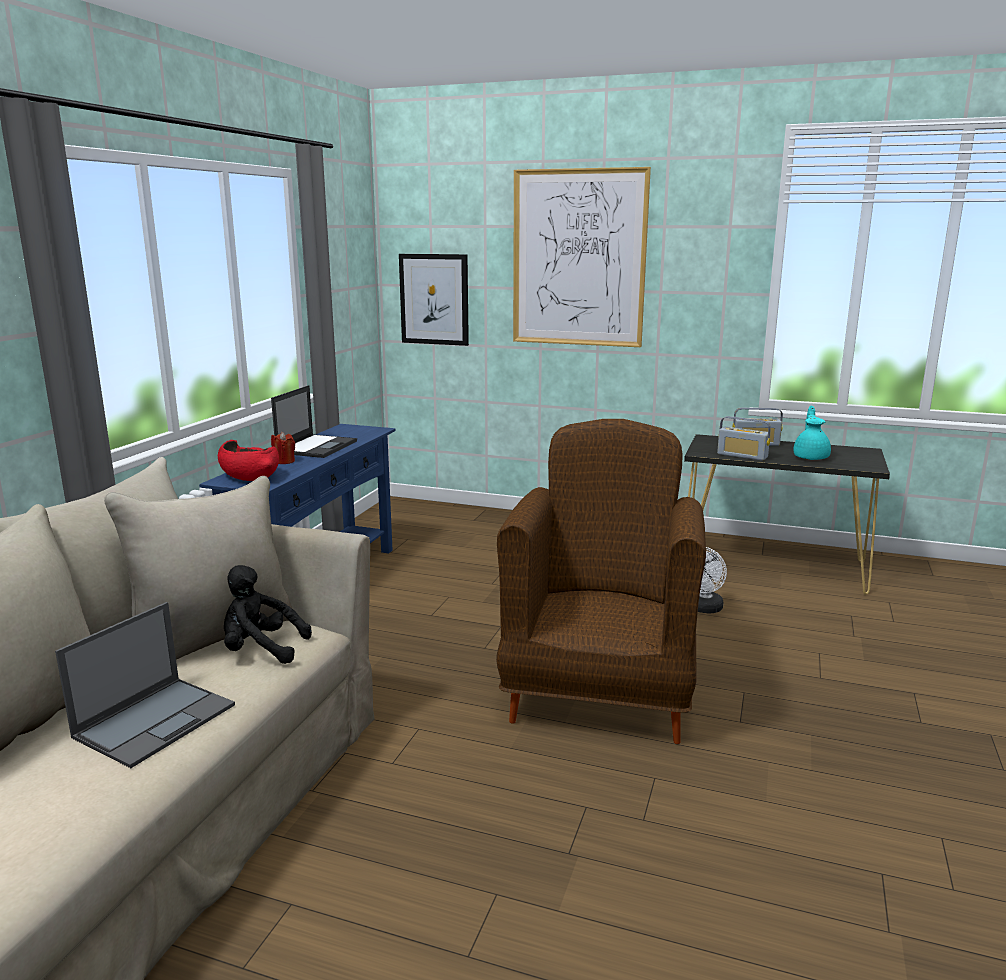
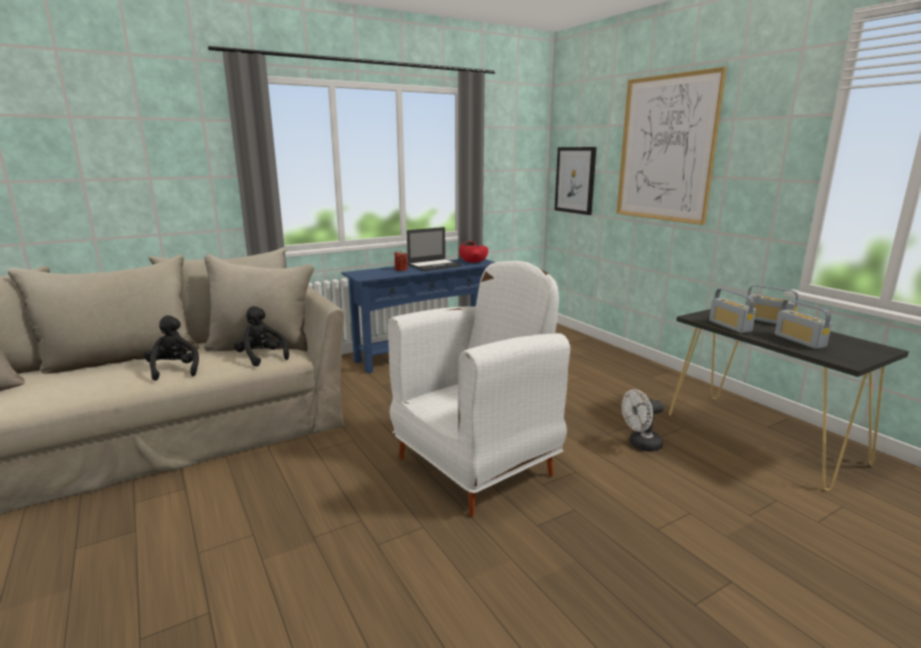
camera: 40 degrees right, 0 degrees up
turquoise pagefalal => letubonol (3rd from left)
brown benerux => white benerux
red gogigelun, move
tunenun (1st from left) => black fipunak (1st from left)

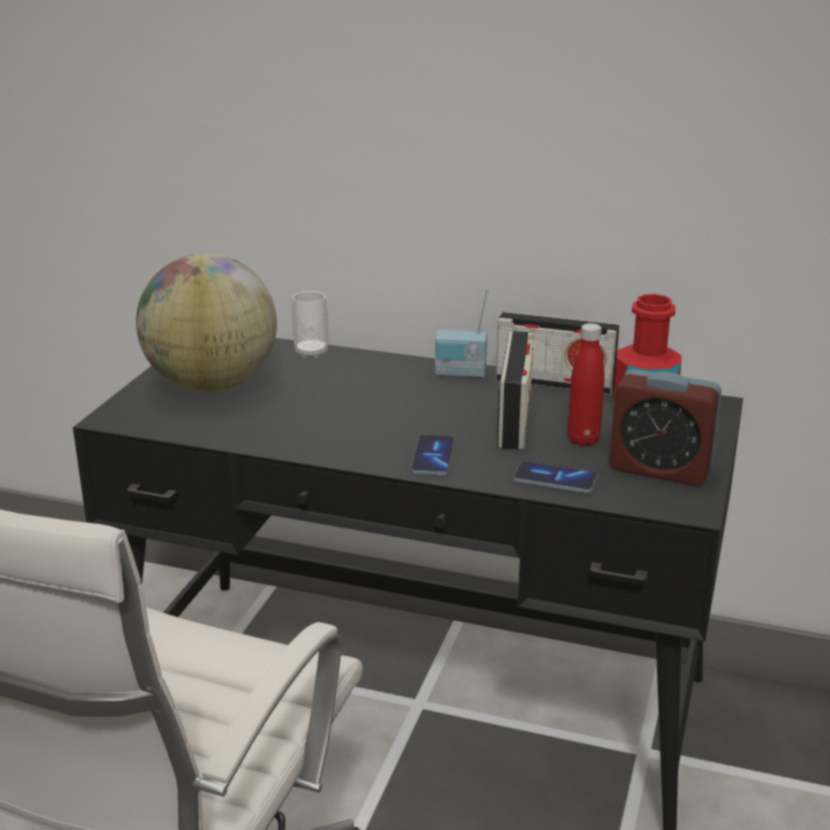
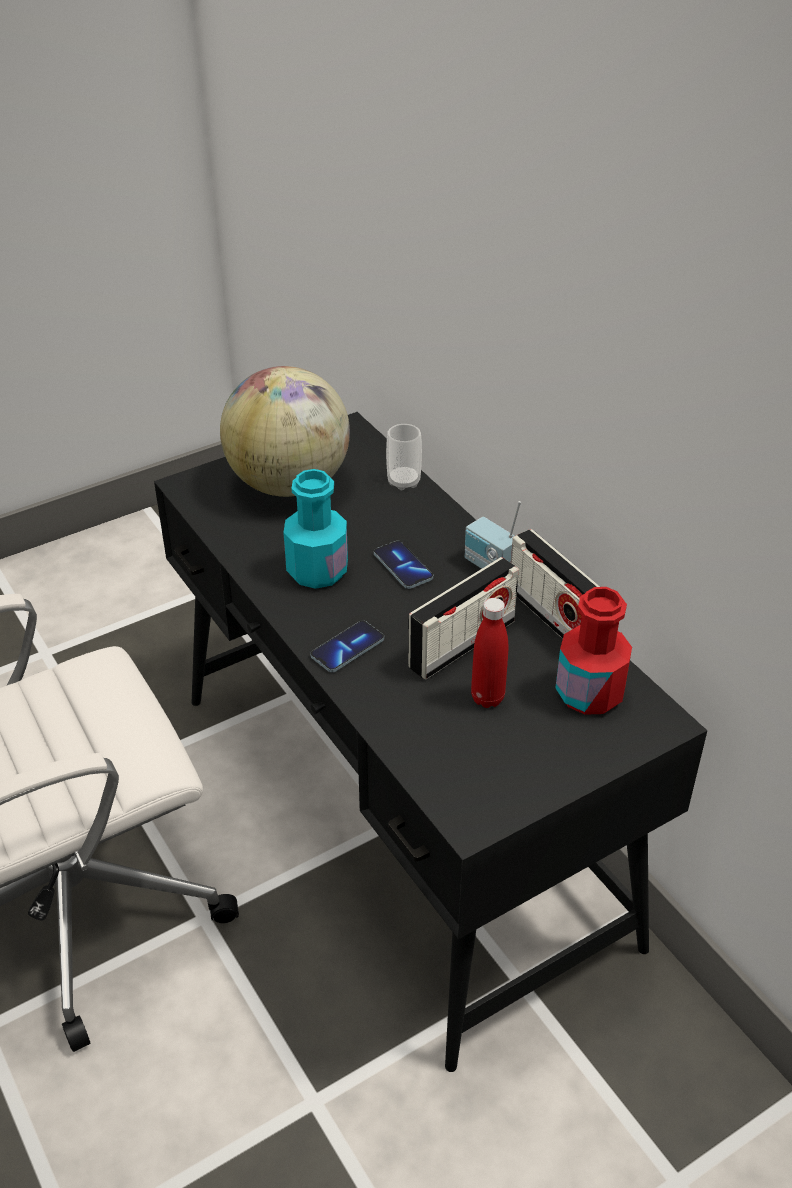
camera: 40 degrees right, 15 degrees up
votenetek => nothing
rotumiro (2nd from left), move
nothing => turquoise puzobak

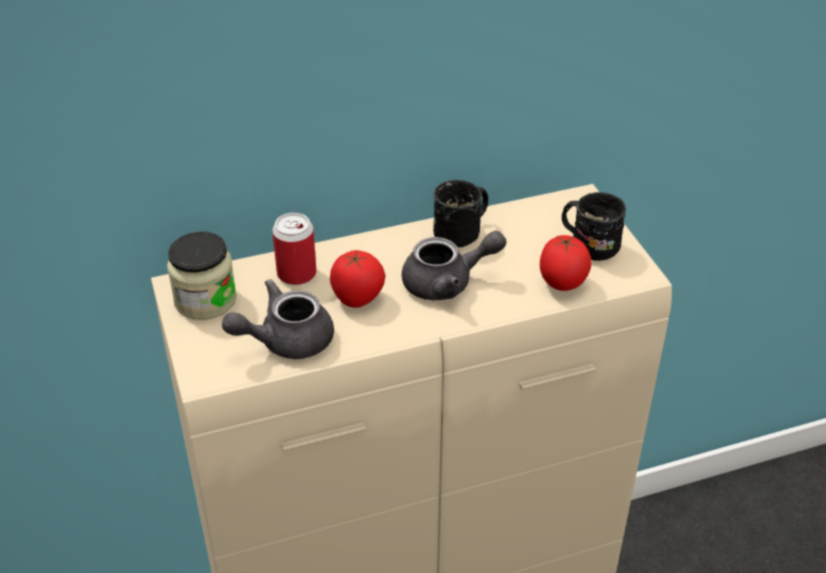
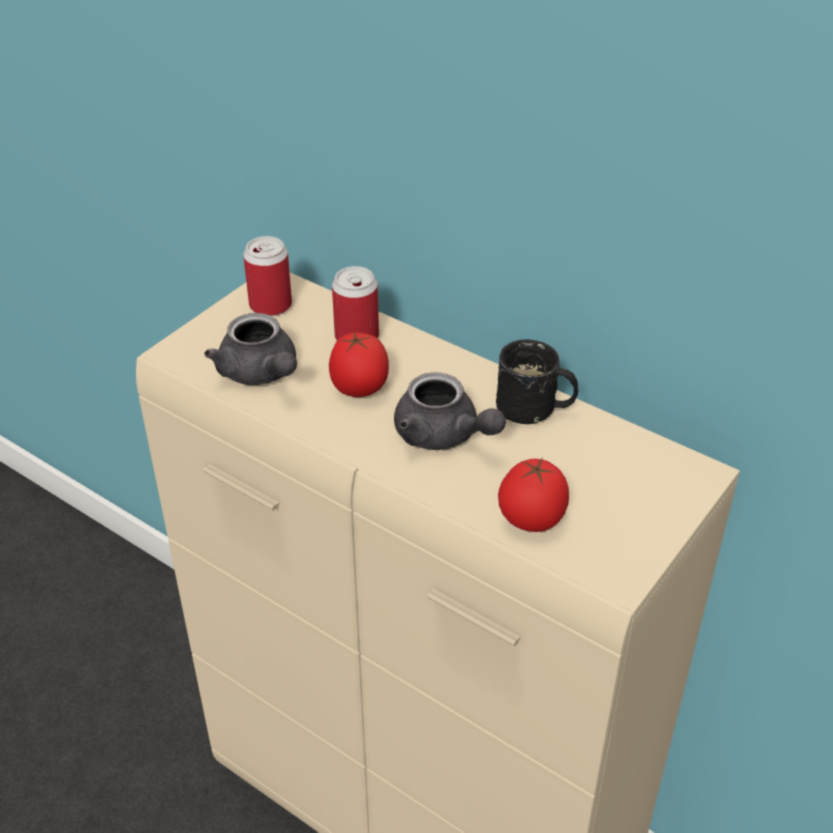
camera: 55 degrees right, 0 degrees up
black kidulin (2nd from left) => nothing
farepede => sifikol (1st from left)
grey pagefalal (1st from left), 150 degrees counterclockwise

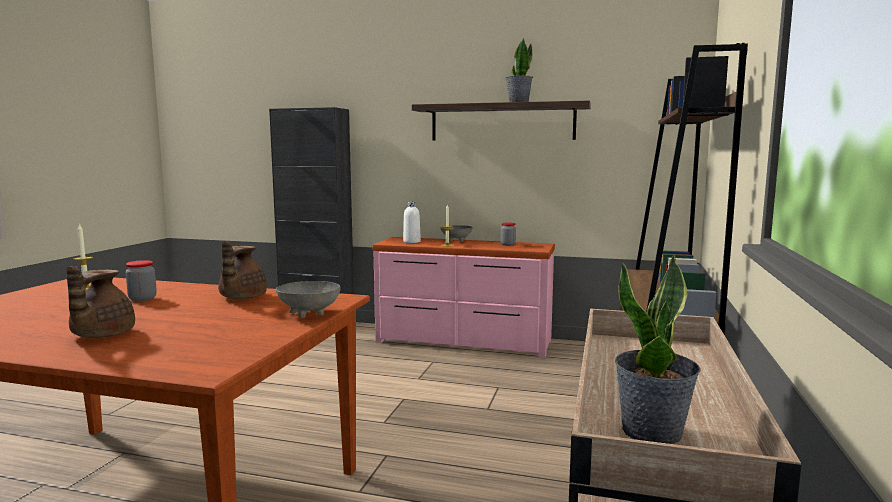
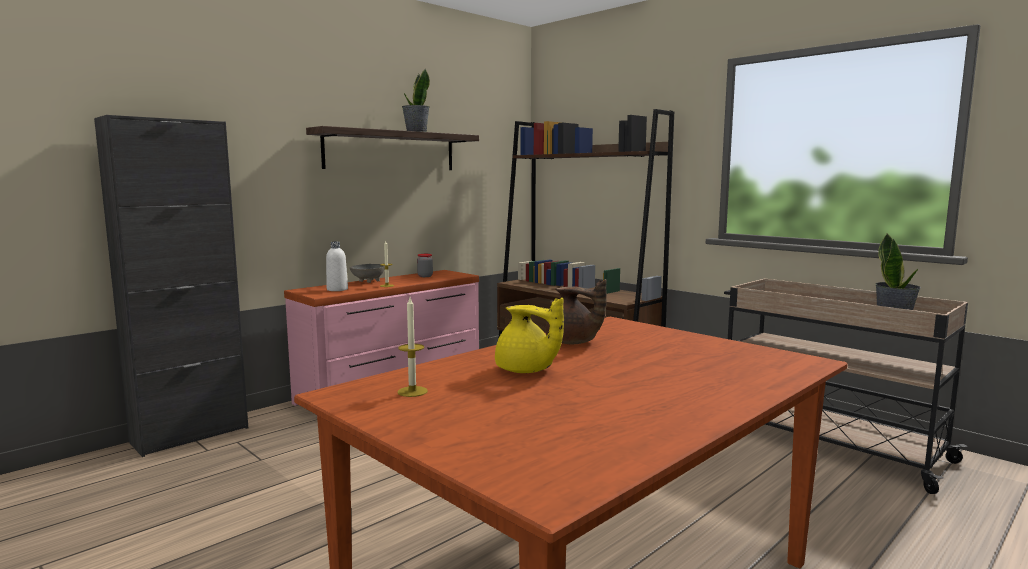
camera: 60 degrees left, 0 degrees up
farepede (1st from left) => yellow pagefalal
brown pagefalal (1st from left) => nothing
grey gogigelun (1st from left) => nothing

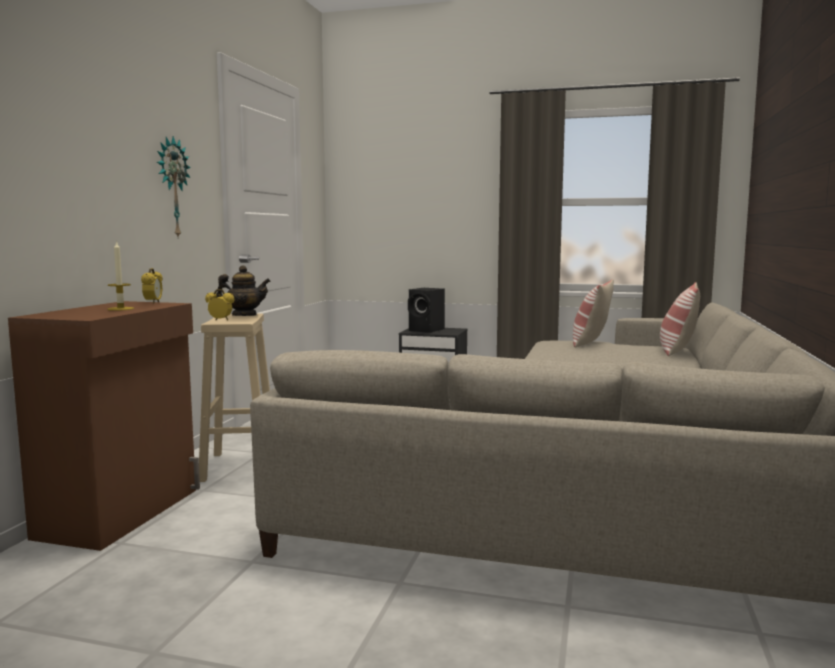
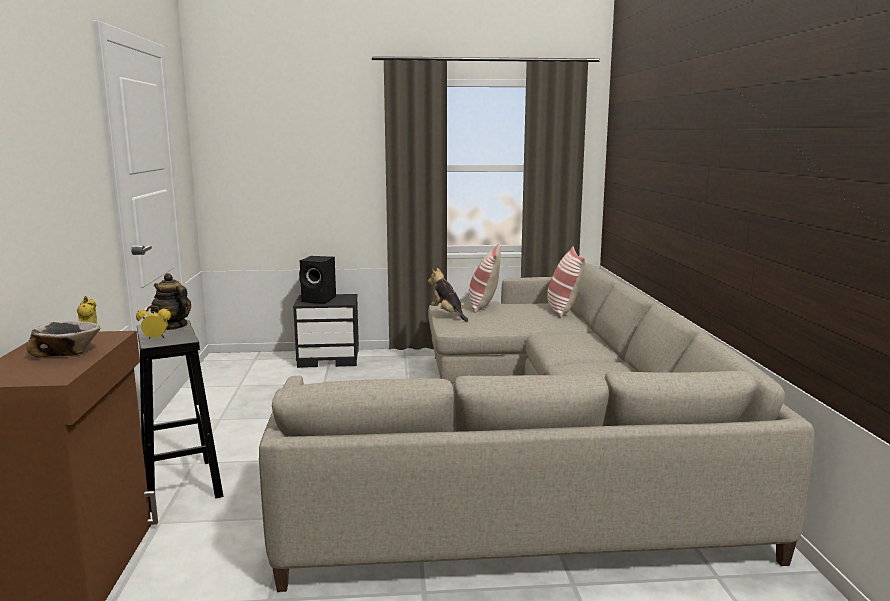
camera: 20 degrees left, 5 degrees up
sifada => nothing
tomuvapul => gogigelun
pagefalal, 120 degrees counterclockwise
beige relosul => black relosul
nothing => fipunak

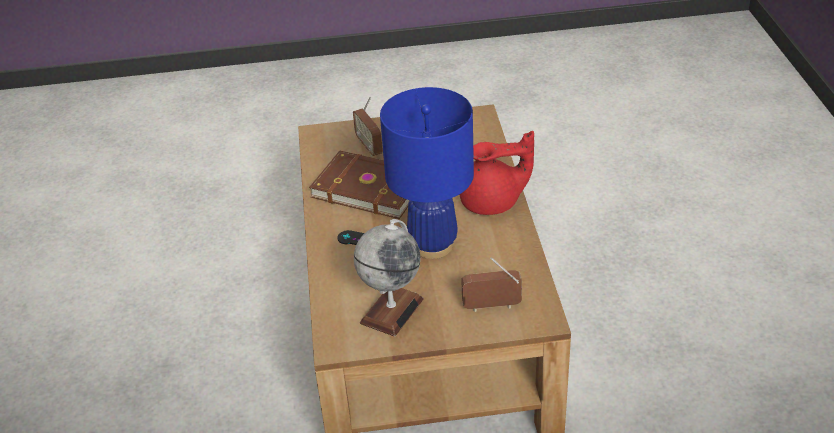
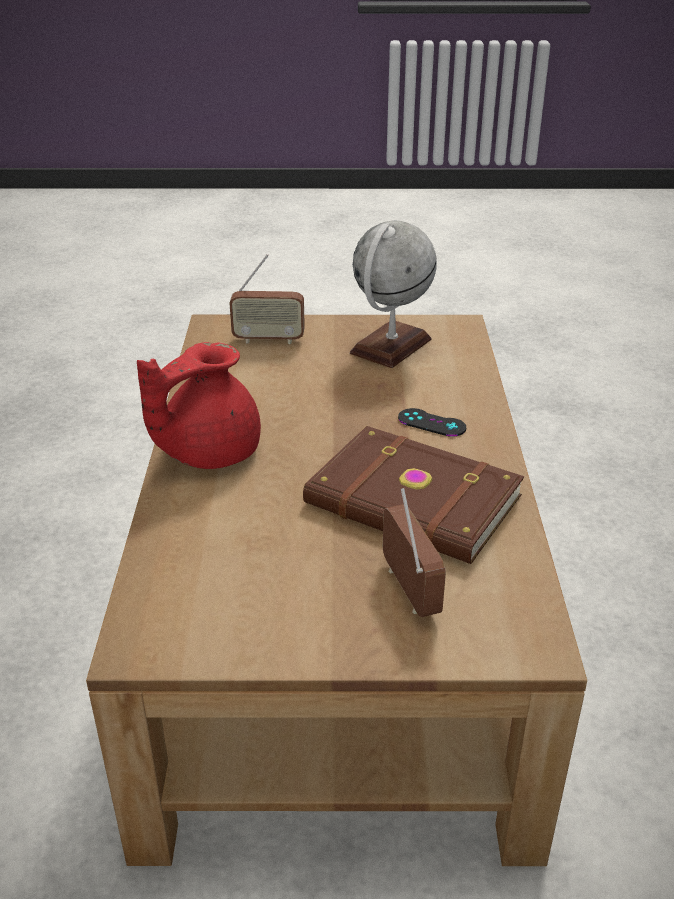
camera: 175 degrees left, 5 degrees down
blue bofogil => nothing
red pagefalal, 45 degrees counterclockwise

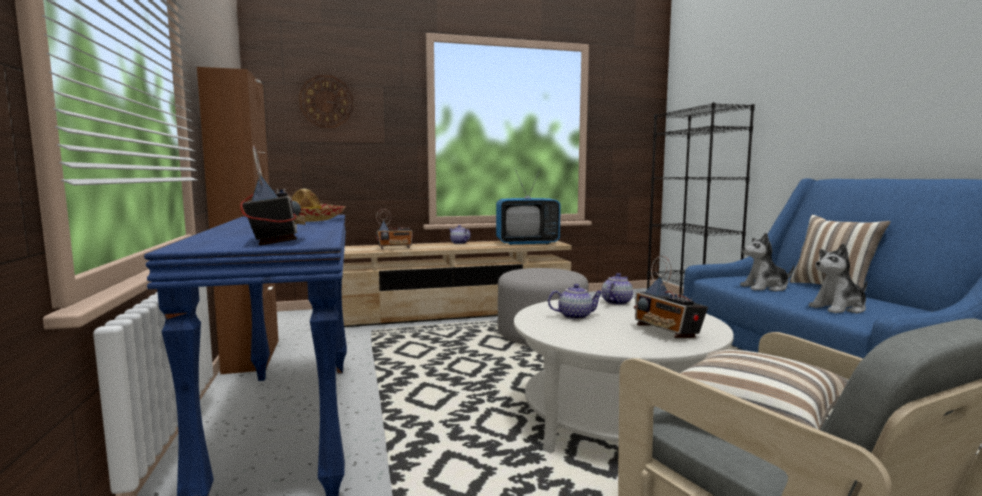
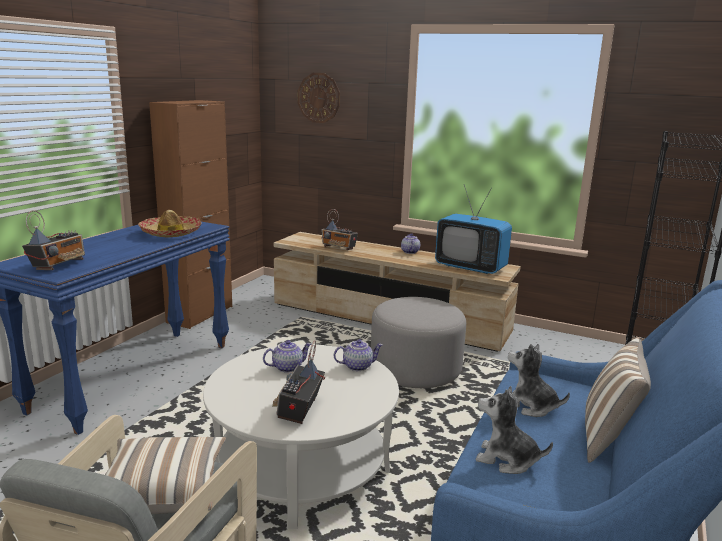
camera: 40 degrees right, 10 degrees up
pagefalal (2nd from left in the first image) => pagefalal (1st from left), 60 degrees counterclockwise

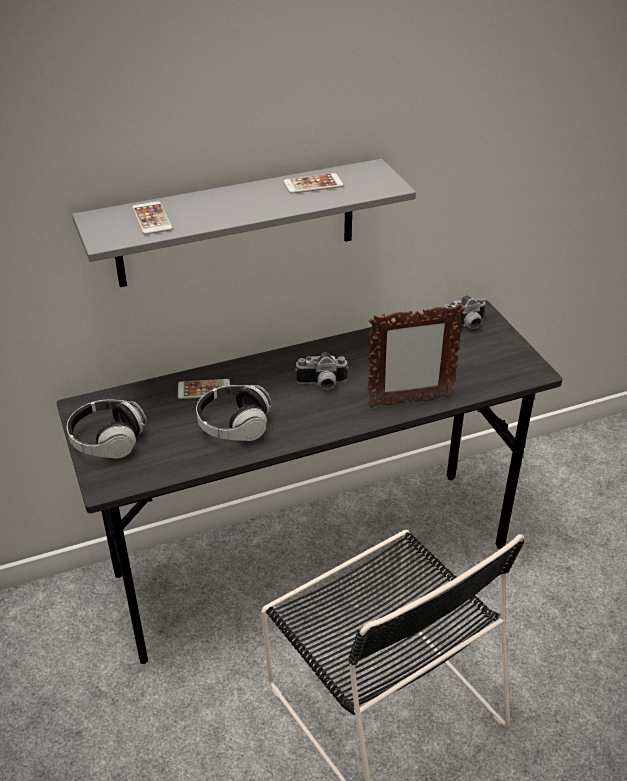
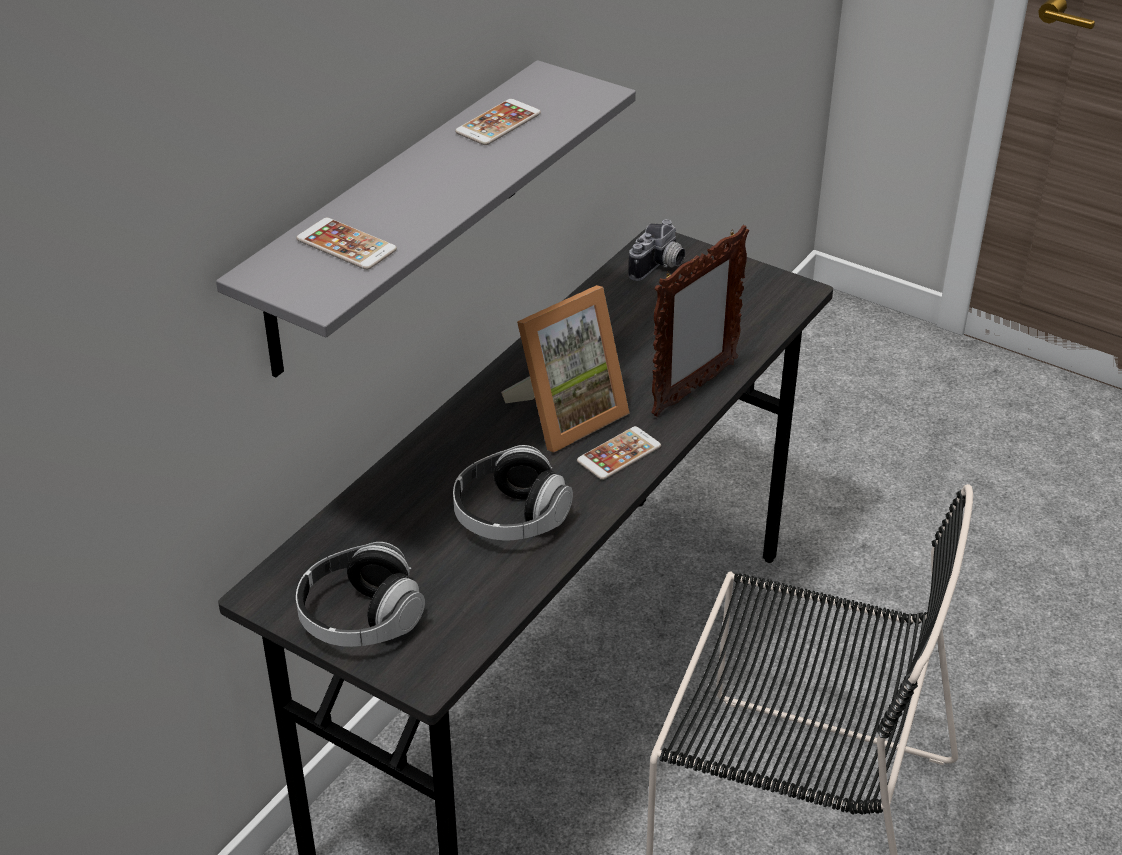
camera: 35 degrees left, 0 degrees up
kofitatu (1st from left) => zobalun (1st from left)
rotumiro (2nd from left in the first image) => rotumiro (3rd from left), move

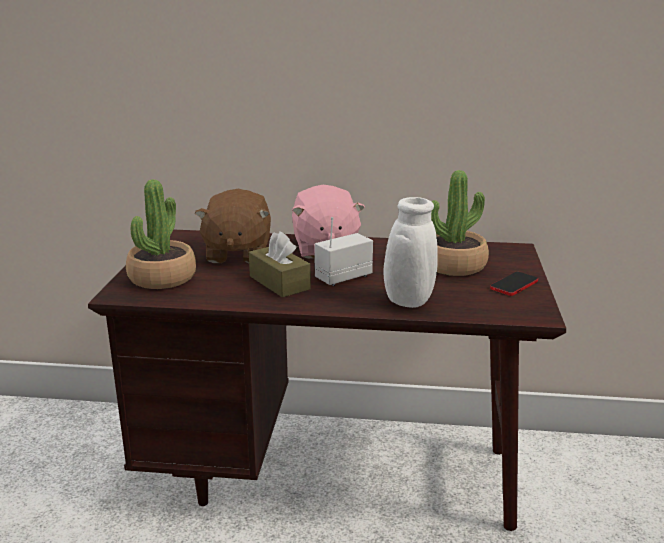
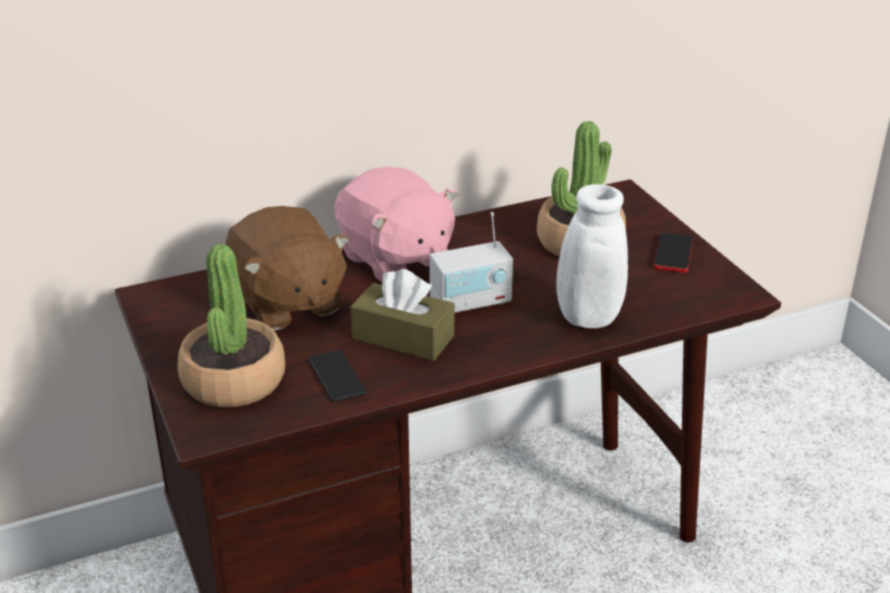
camera: 30 degrees left, 10 degrees up
letubonol, 135 degrees counterclockwise
nothing => rotumiro (1st from left)

